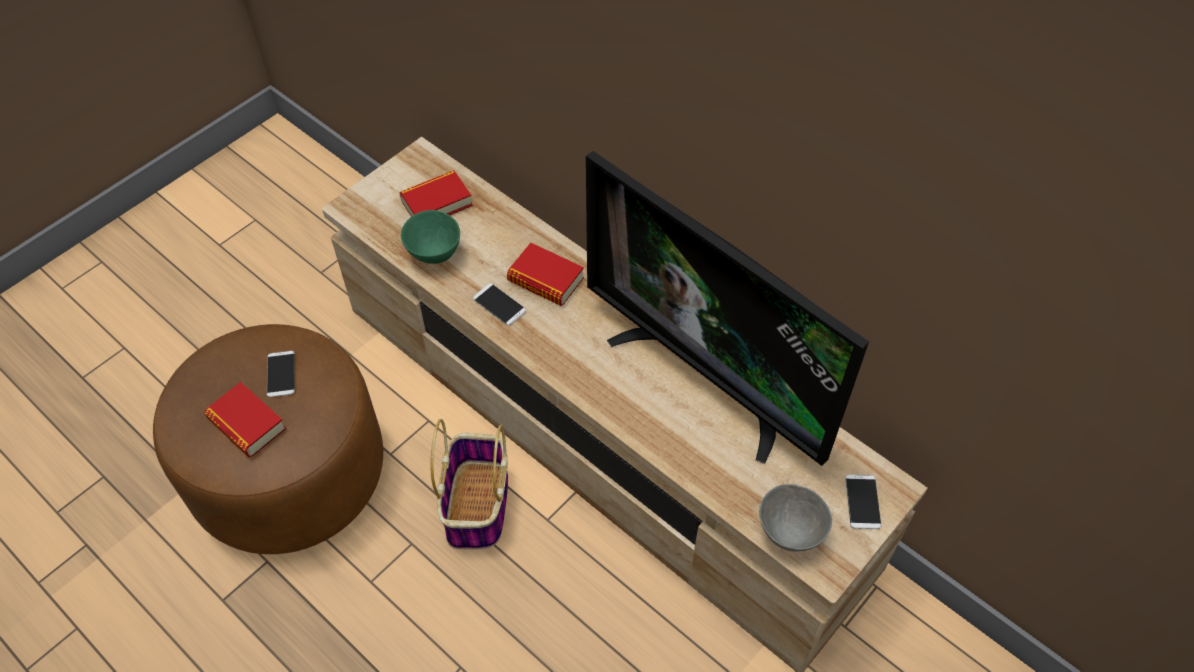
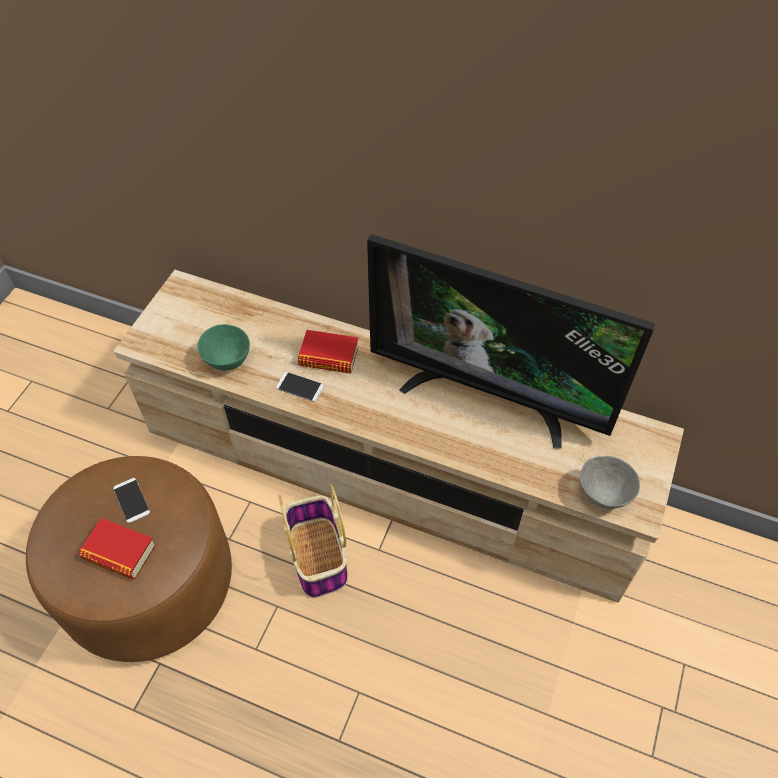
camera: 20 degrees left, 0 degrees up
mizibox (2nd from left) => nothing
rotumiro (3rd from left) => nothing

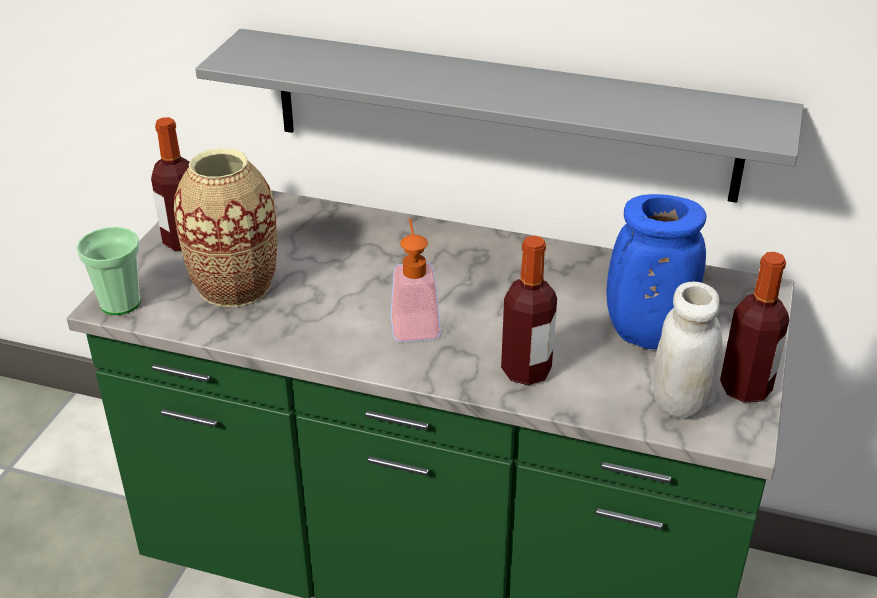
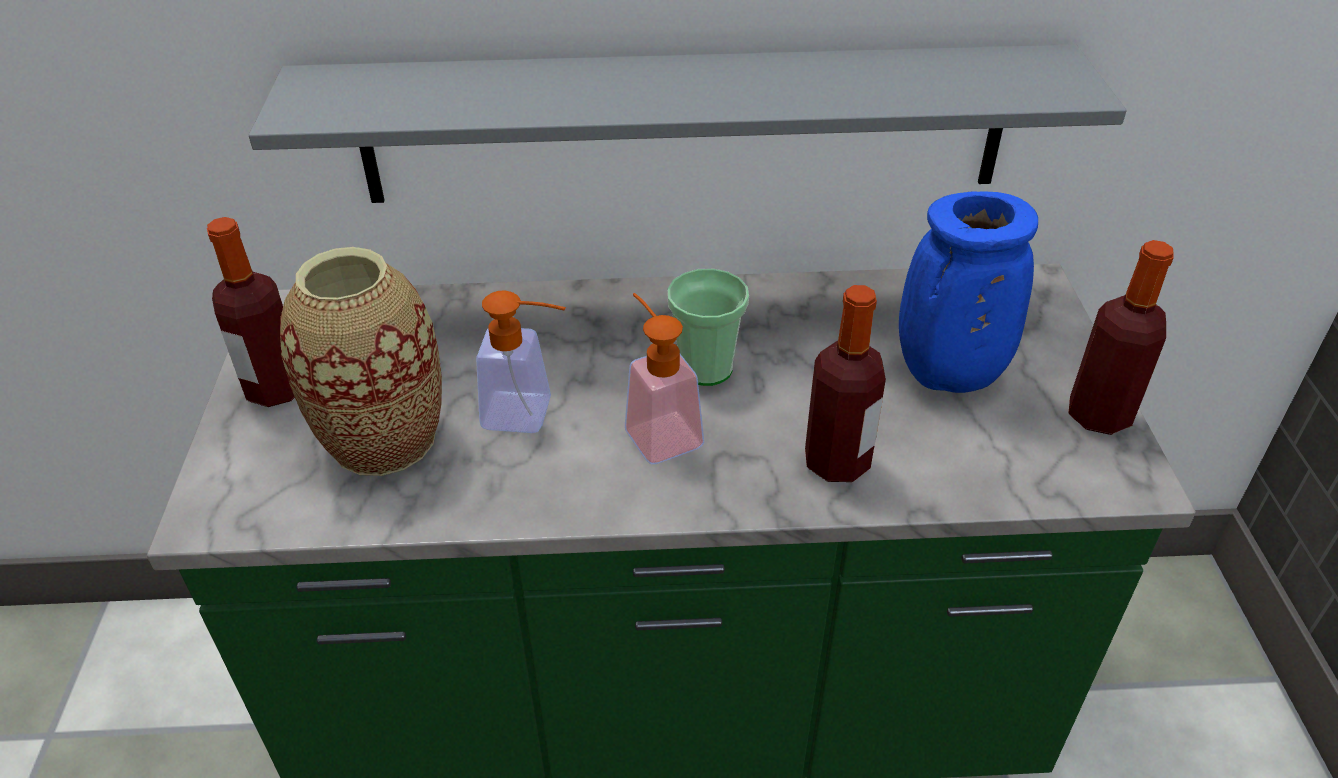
camera: 20 degrees left, 5 degrees up
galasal, move
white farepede => nothing
nothing => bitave (1st from left)

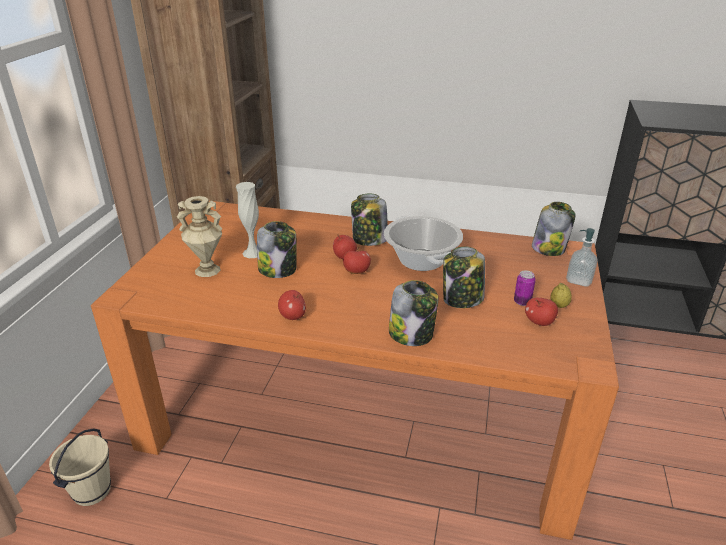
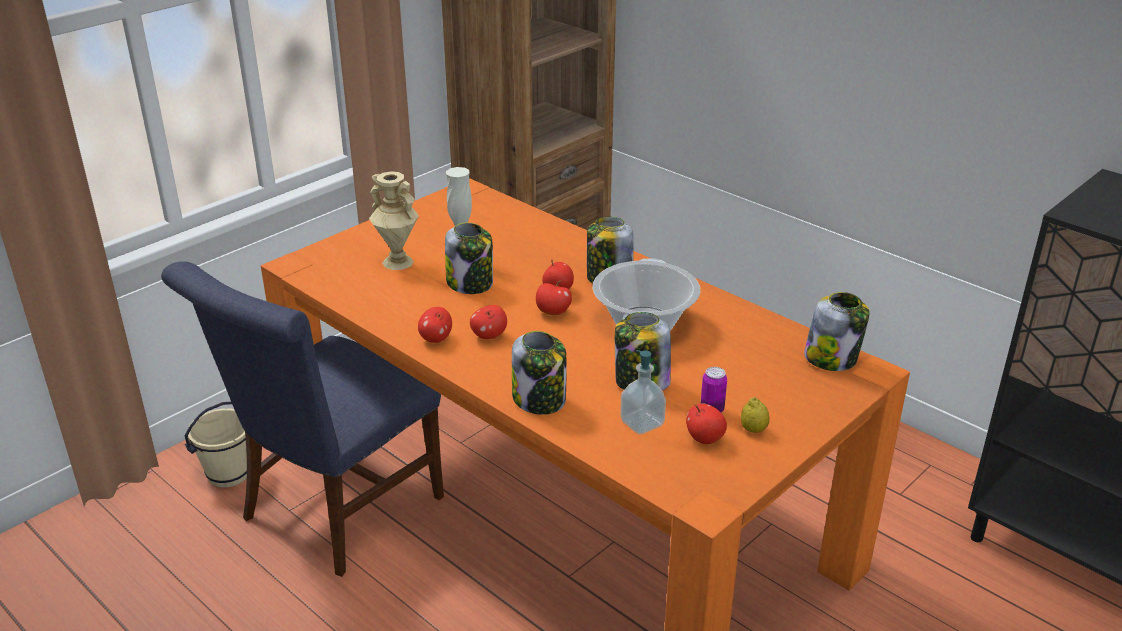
camera: 30 degrees right, 0 degrees up
bitave, move
nothing => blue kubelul
nothing => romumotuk (2nd from left)

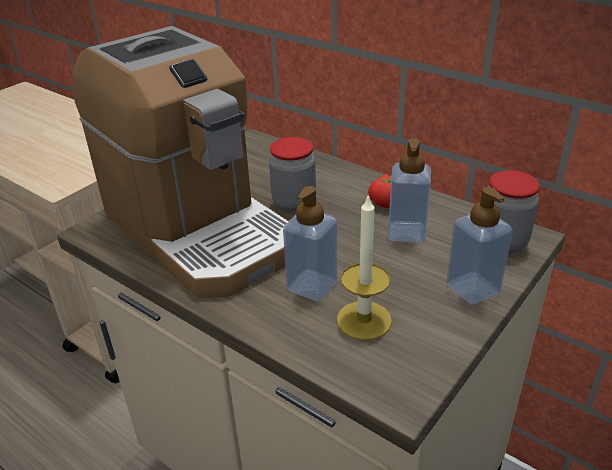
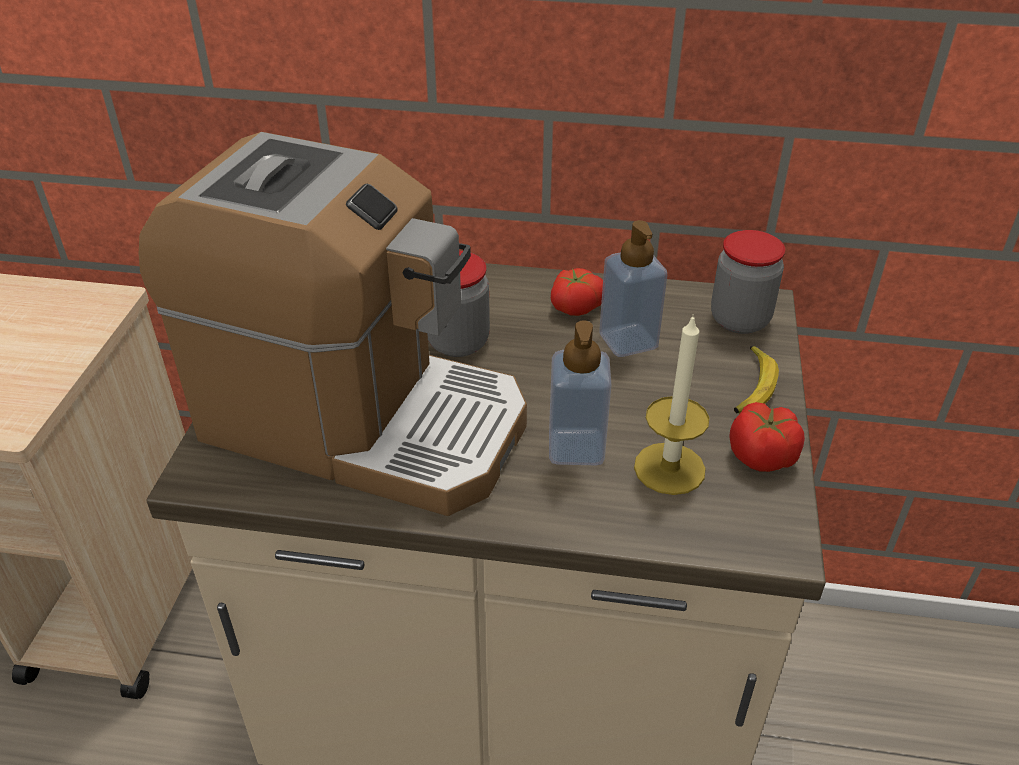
camera: 30 degrees left, 5 degrees up
bitave (3rd from left) => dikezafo
nothing => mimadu (2nd from left)

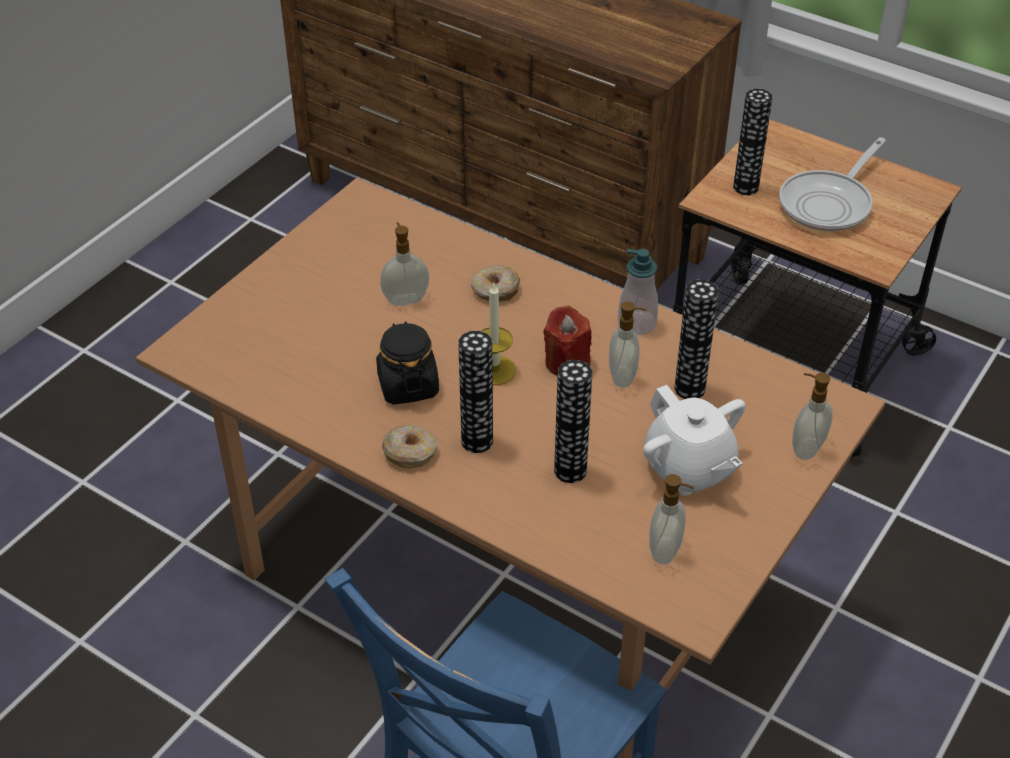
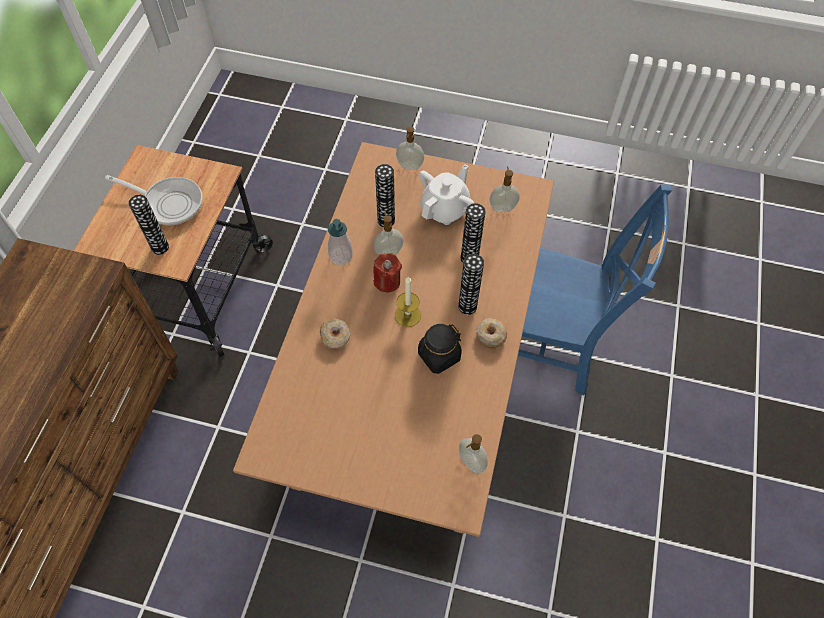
camera: 110 degrees left, 15 degrees up
bitave (1st from left in the first image) => bitave (4th from left), move

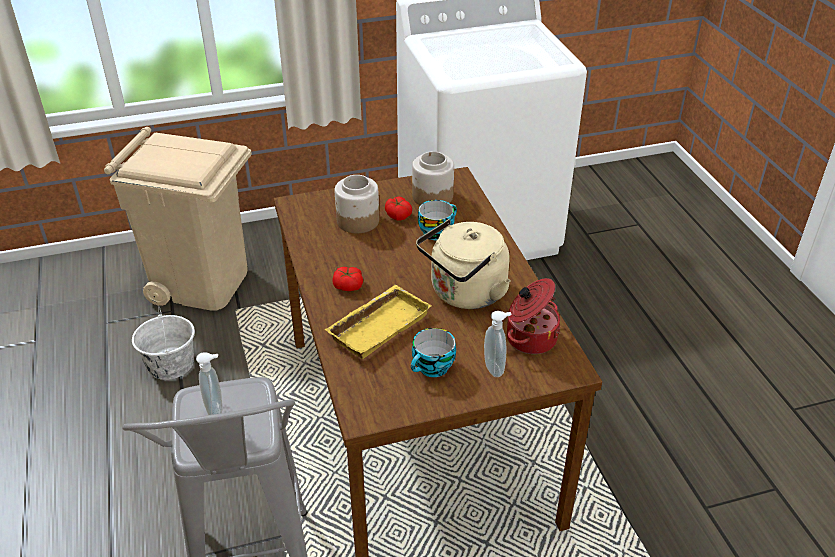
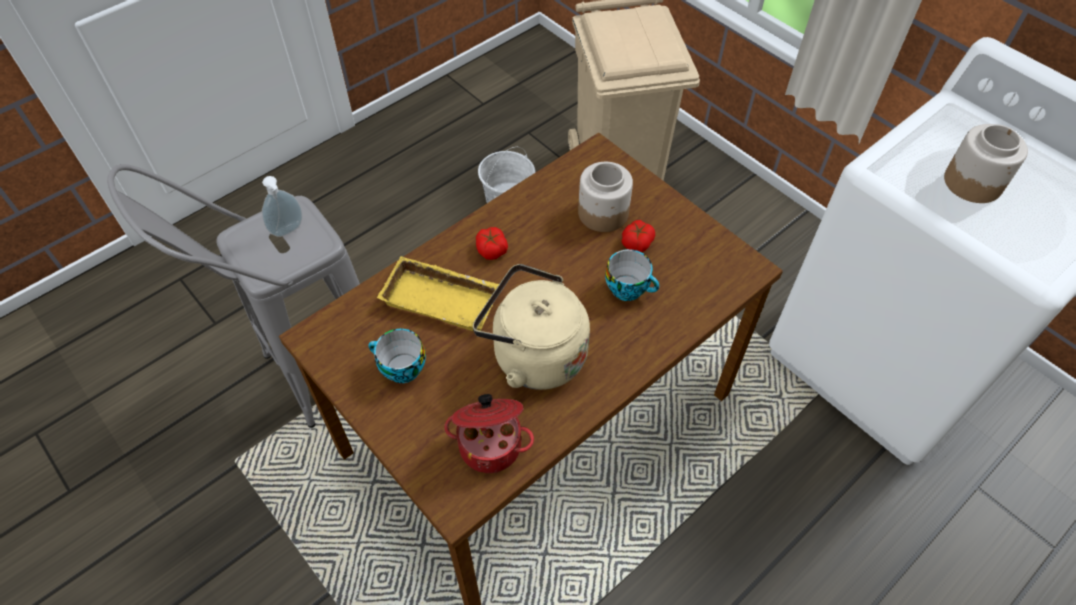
camera: 65 degrees right, 15 degrees up
farepede (2nd from left), move
bitave (2nd from left) => nothing

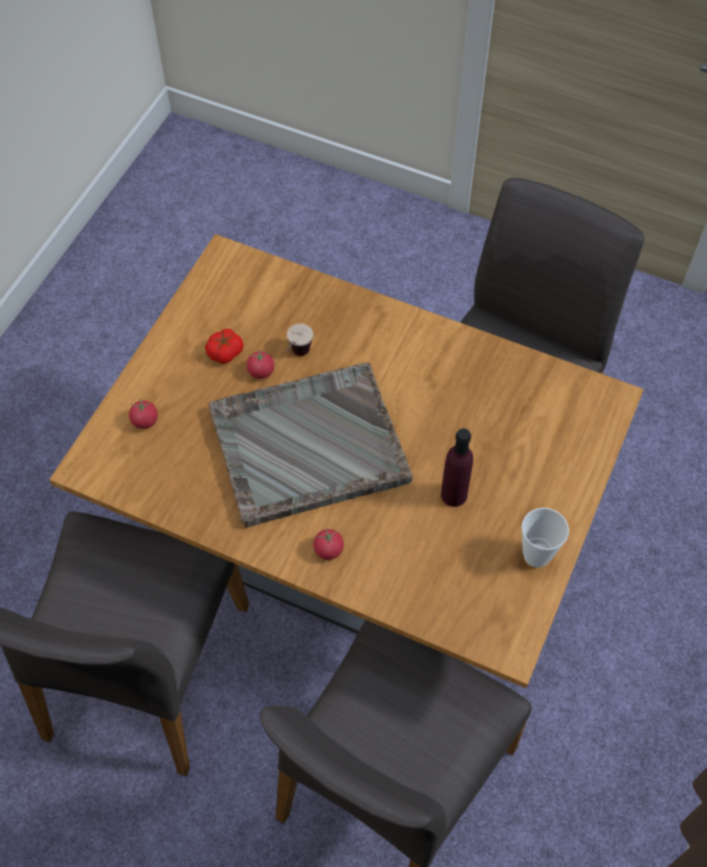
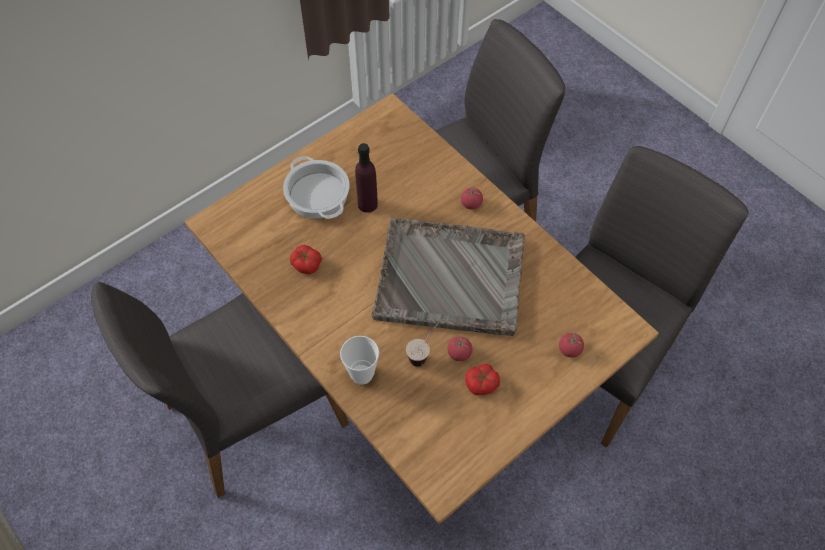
camera: 155 degrees left, 0 degrees up
galasal (2nd from left in the first image) => galasal (1st from left), move
nothing => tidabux
nothing => mimadu (1st from left)

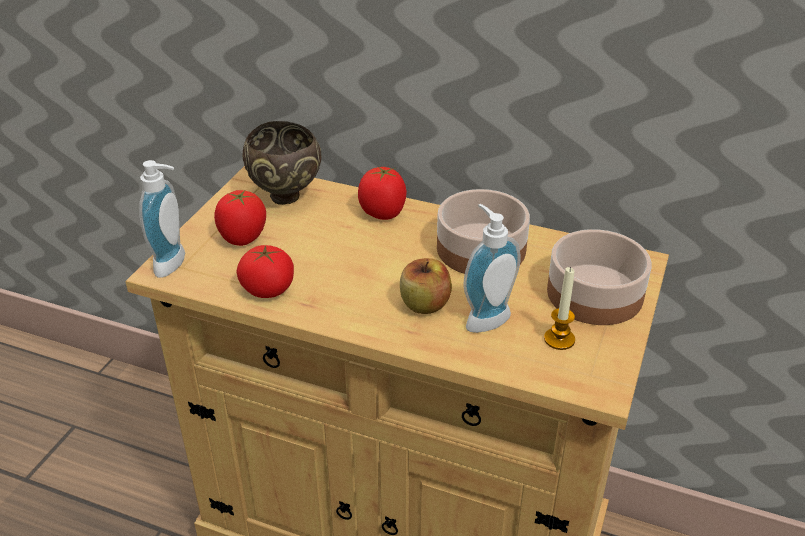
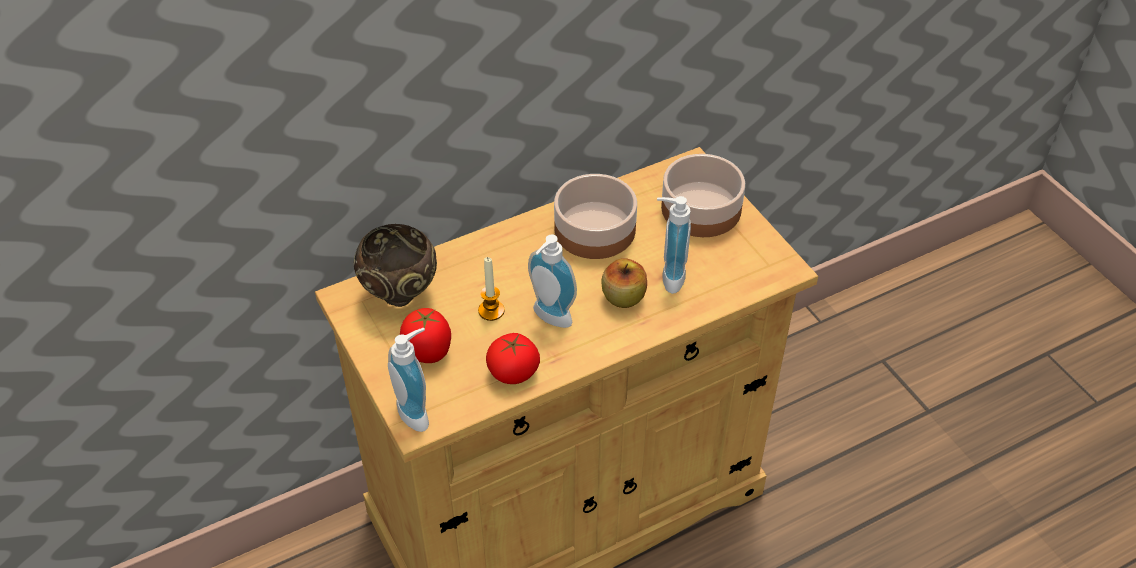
camera: 50 degrees left, 10 degrees up
mimadu (3rd from left) => nothing
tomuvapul, move
nothing => bitave (2nd from left)

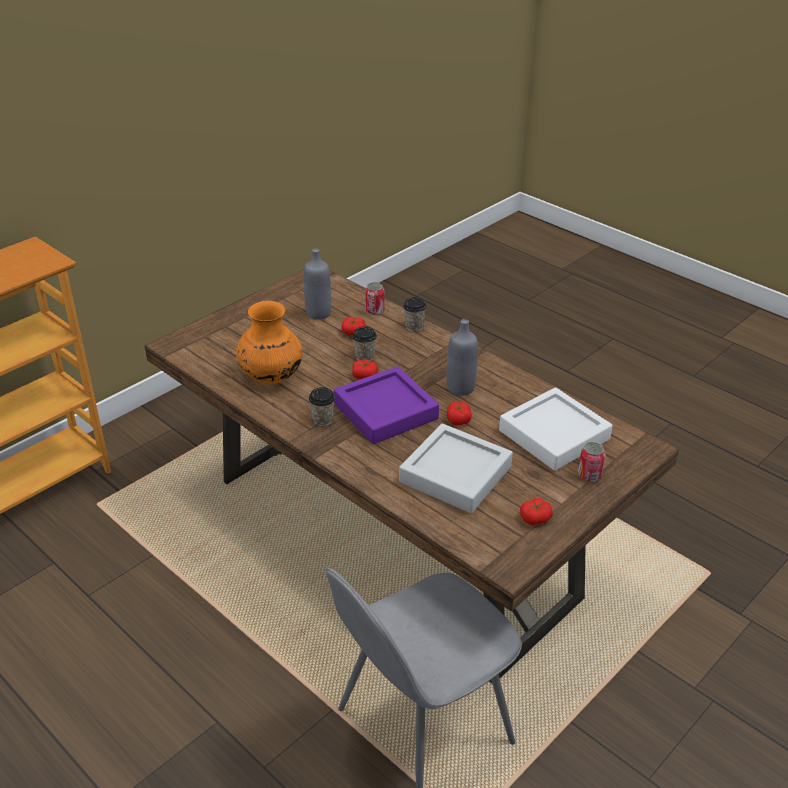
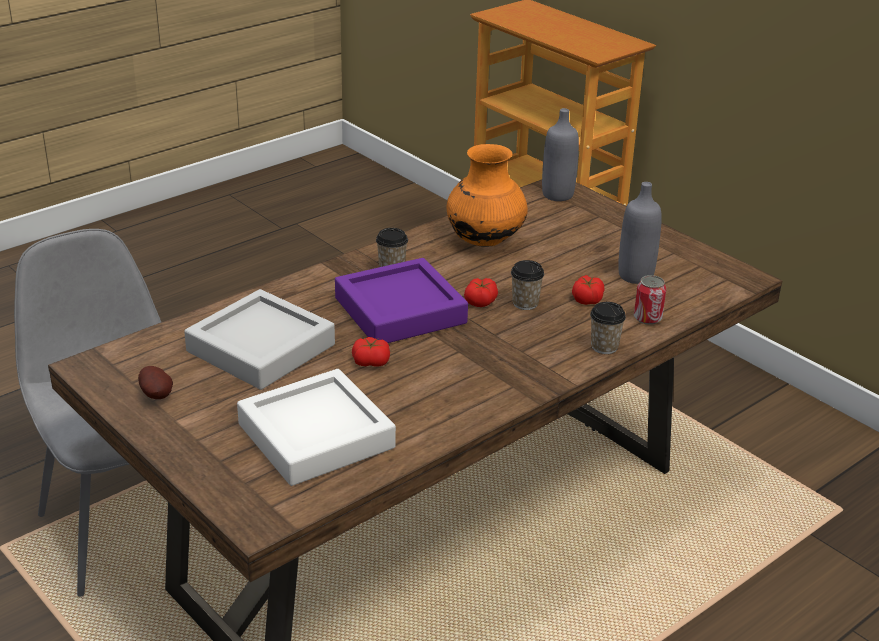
camera: 95 degrees right, 5 degrees down
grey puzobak (2nd from left in the first image) => grey puzobak (1st from left), move
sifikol (2nd from left) => nothing
mimadu (4th from left) => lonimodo

